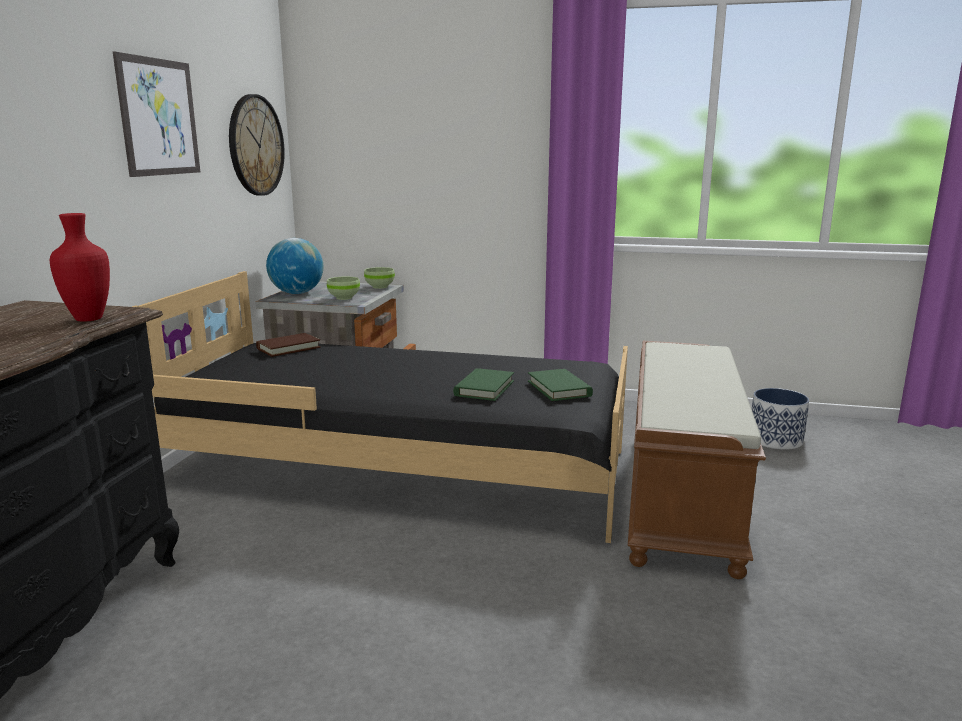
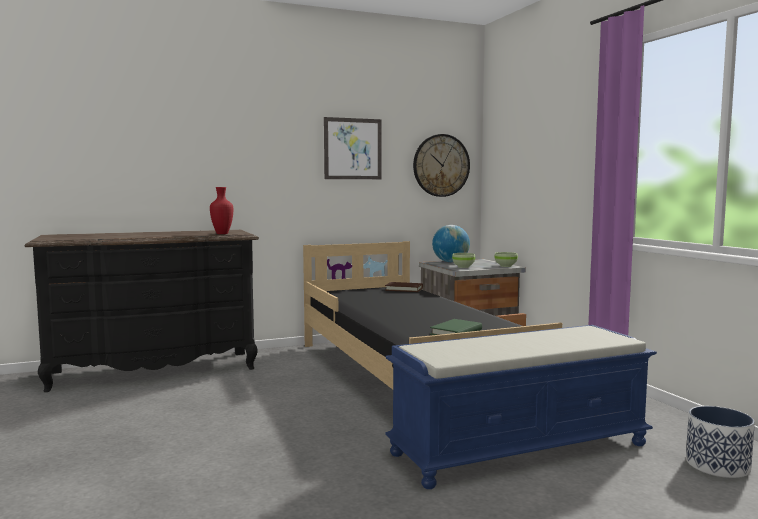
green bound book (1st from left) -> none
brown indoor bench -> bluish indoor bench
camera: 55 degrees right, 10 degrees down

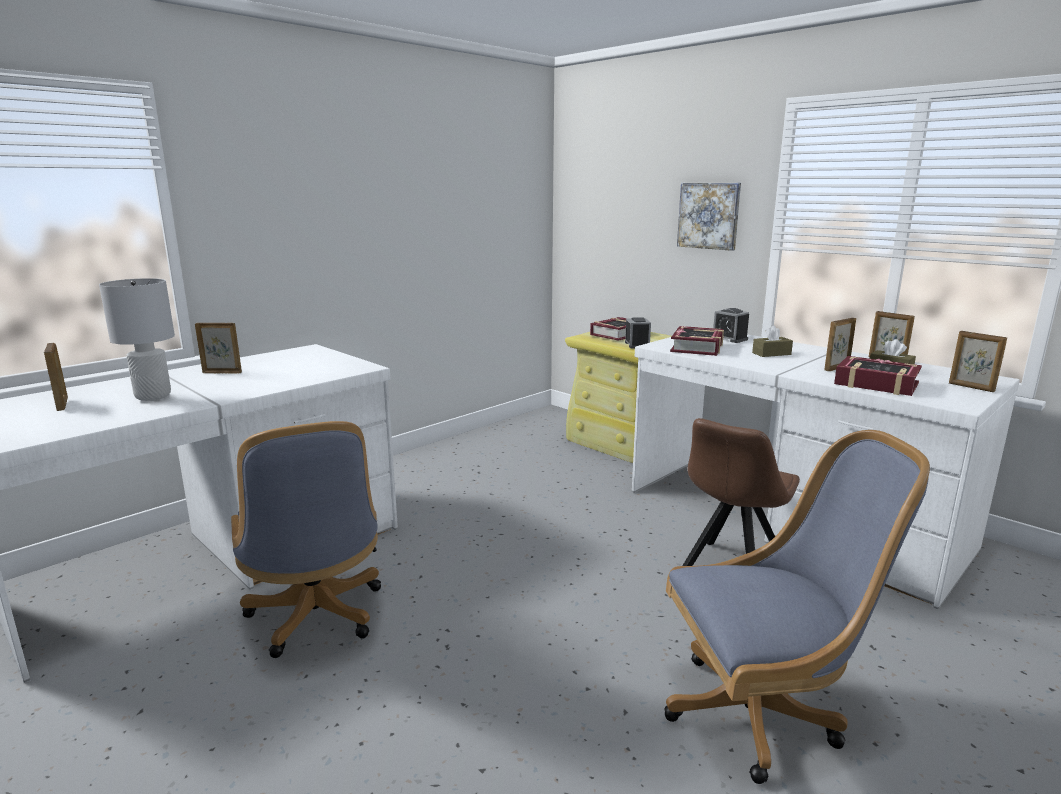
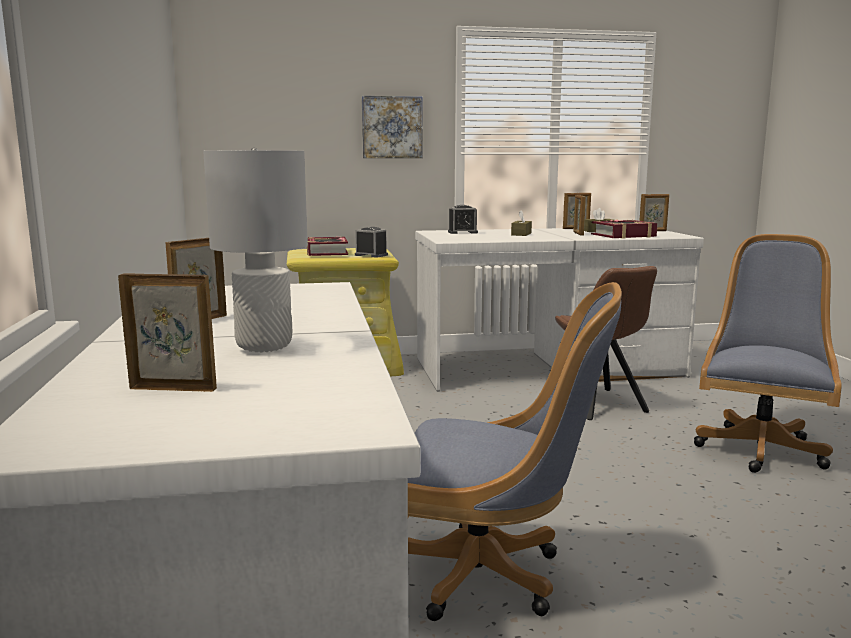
bound book (2nd from left) -> none
camera: 55 degrees left, 5 degrees down

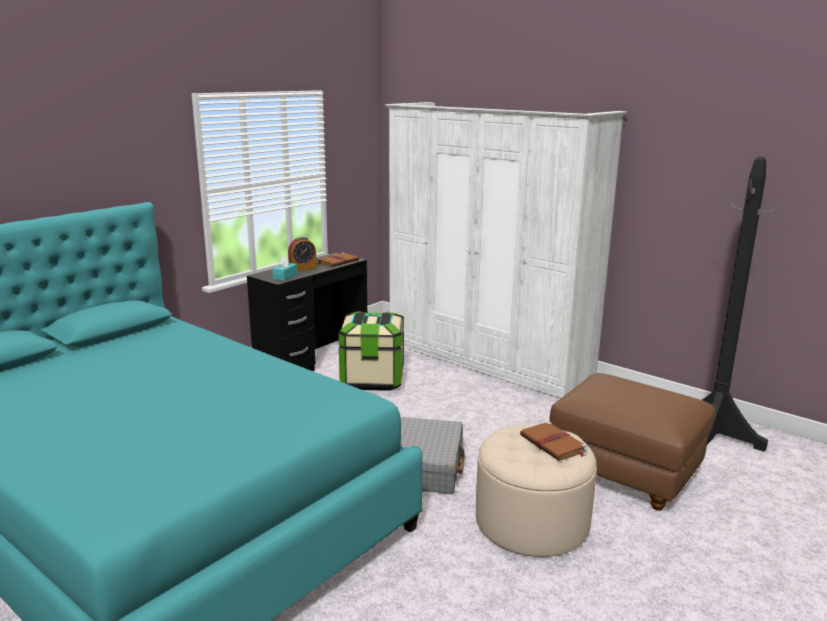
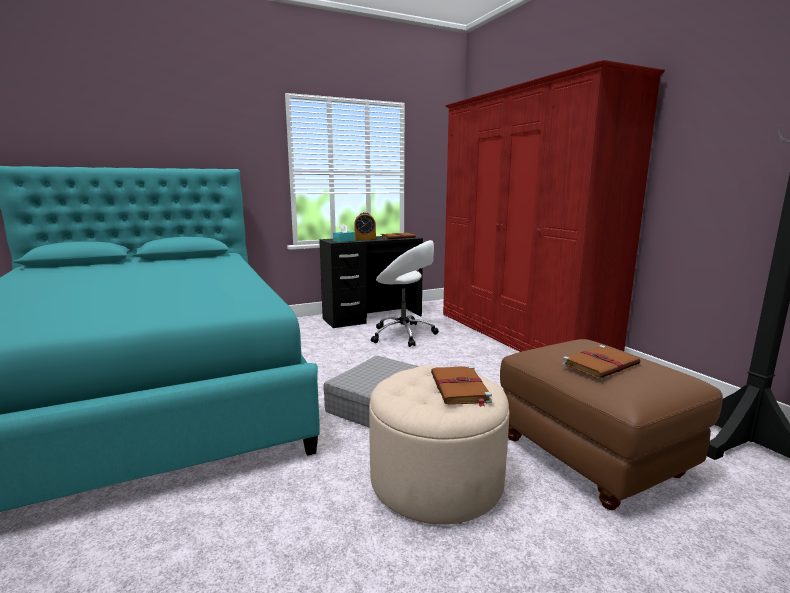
none -> brown bound book (3rd from left)
storage bin -> white office chair
white wardrobe -> reddish wardrobe
camera: 25 degrees right, 5 degrees down

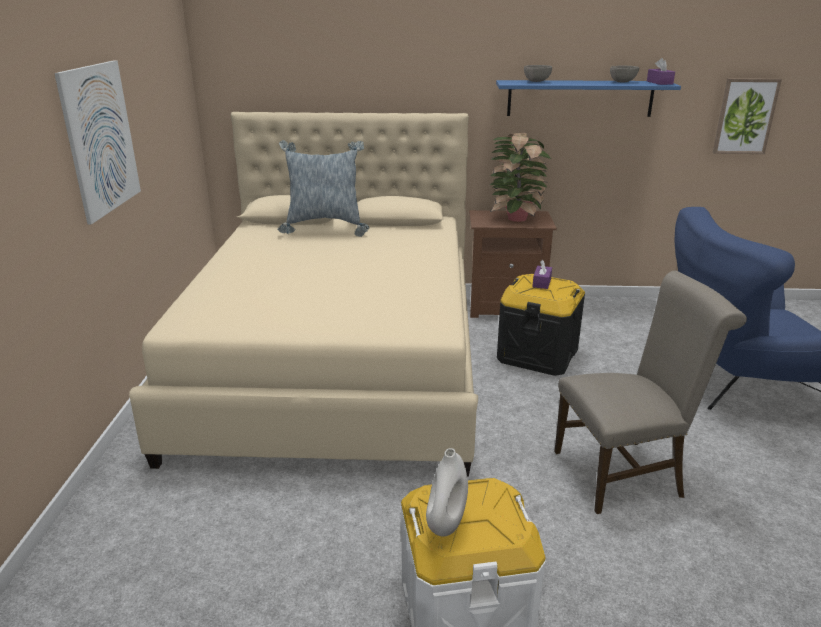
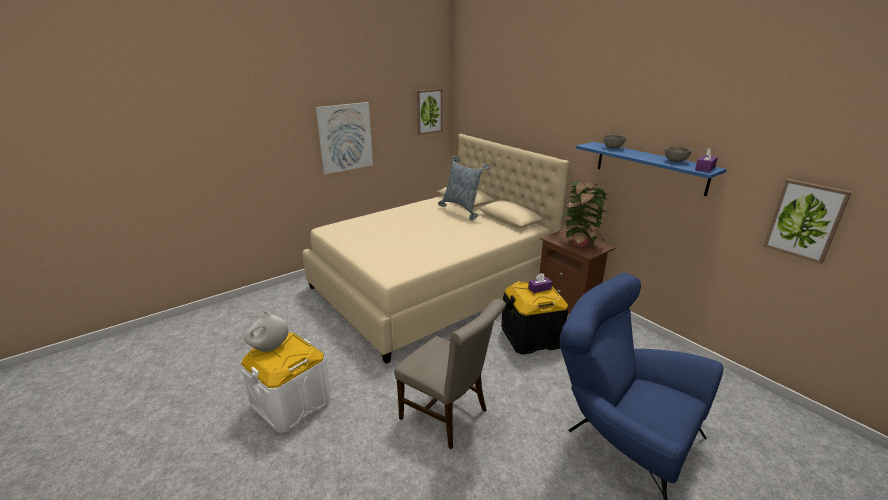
none -> picture (2nd from left)
camera: 50 degrees right, 0 degrees up

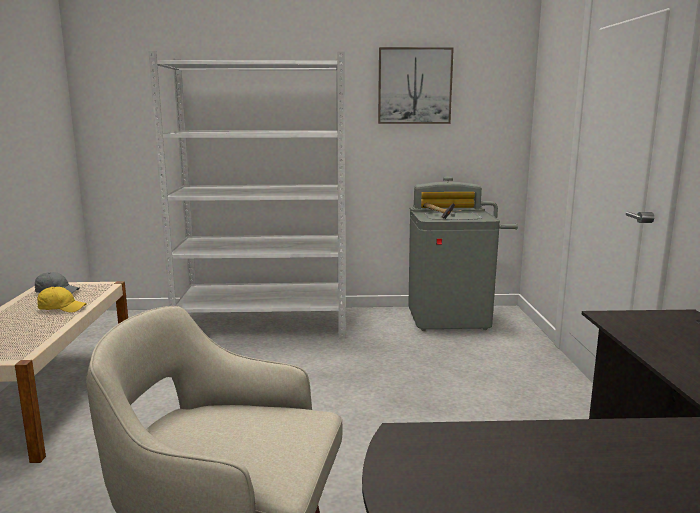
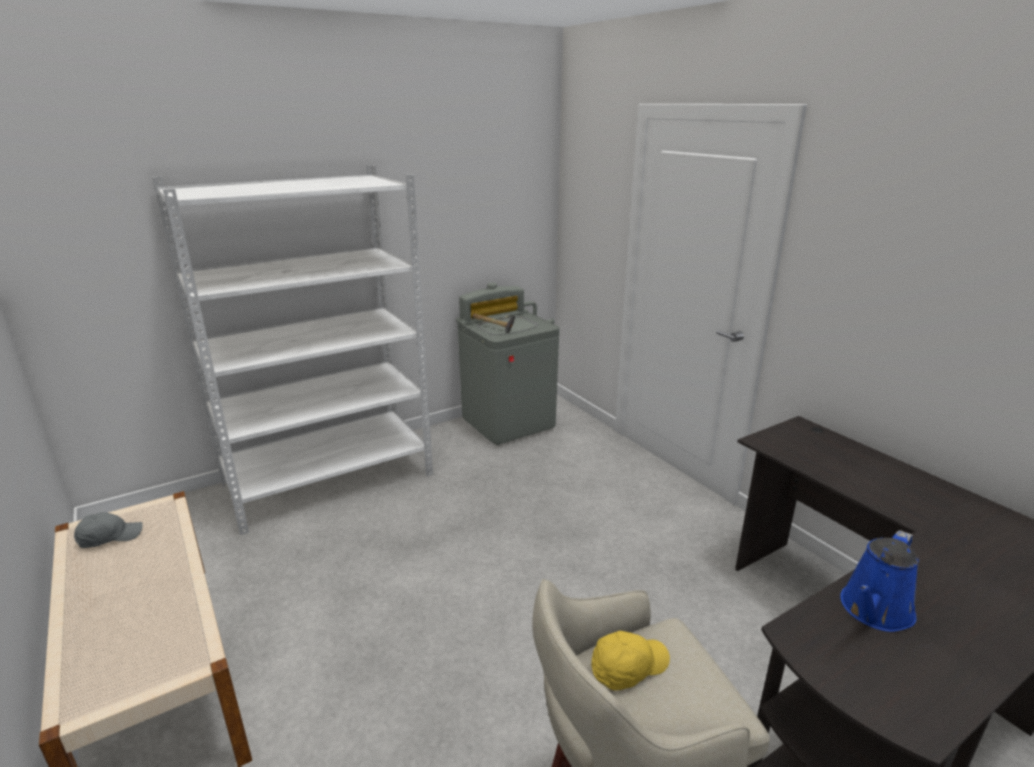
picture -> none
none -> bluish watering can
yellow baseball cap, move
camera: 30 degrees left, 10 degrees up

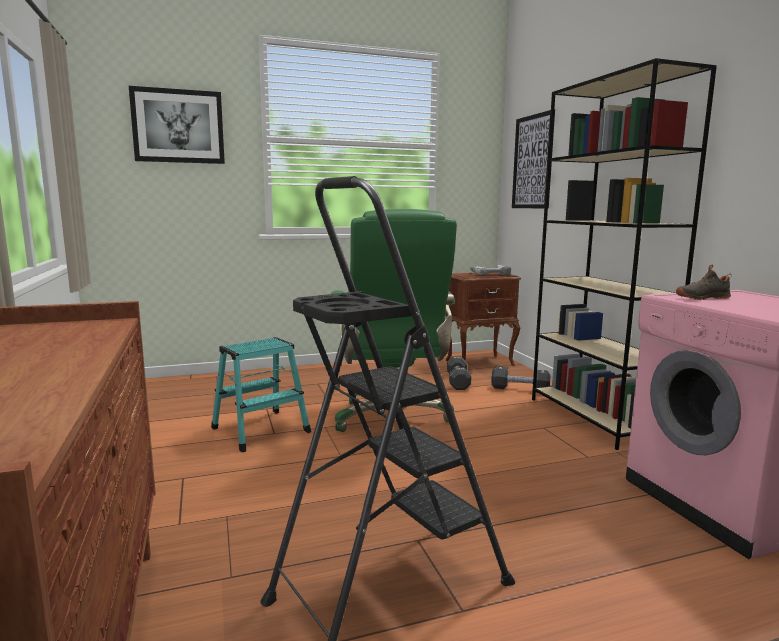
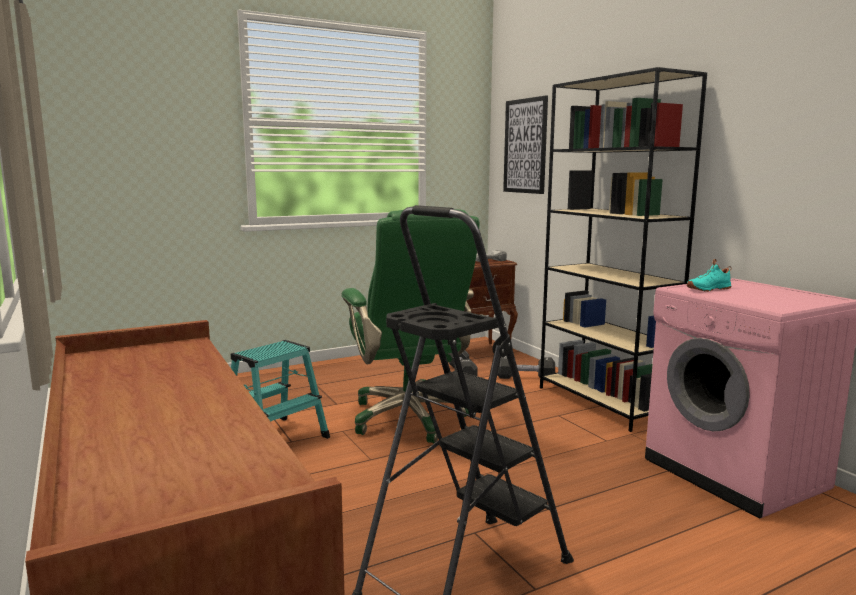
picture (1st from left) -> none
black shoe -> turquoise shoe
camera: 10 degrees left, 0 degrees up

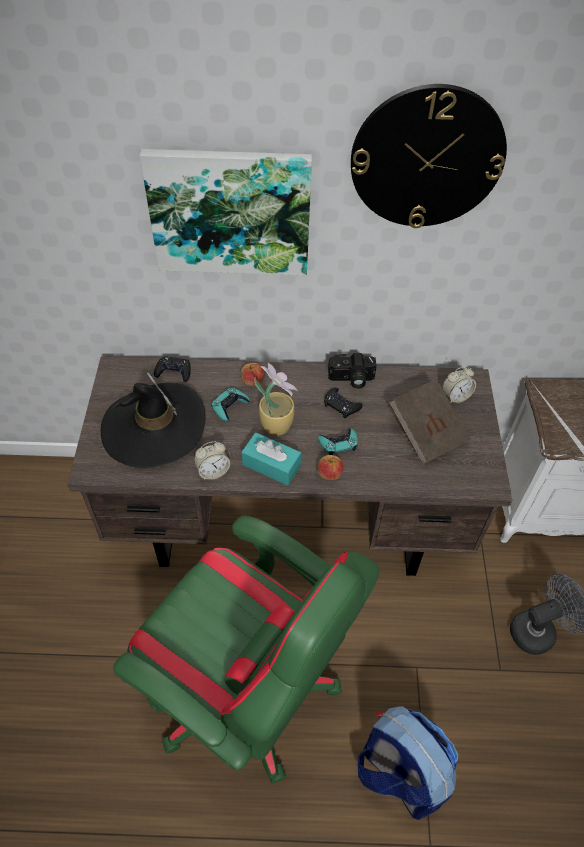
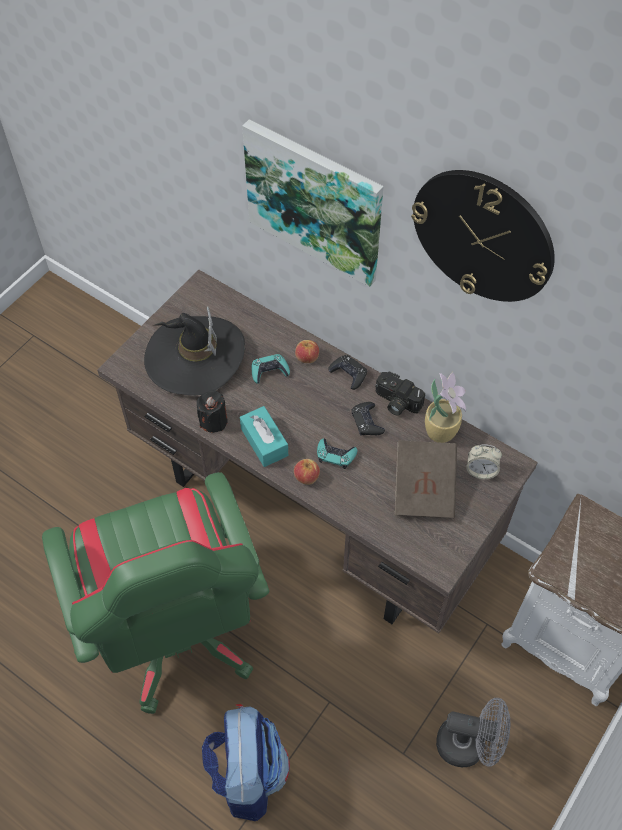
black game controller (1st from left), move
potted plant, move
alarm clock (1st from left) -> black wax candle
camera: 35 degrees right, 5 degrees up

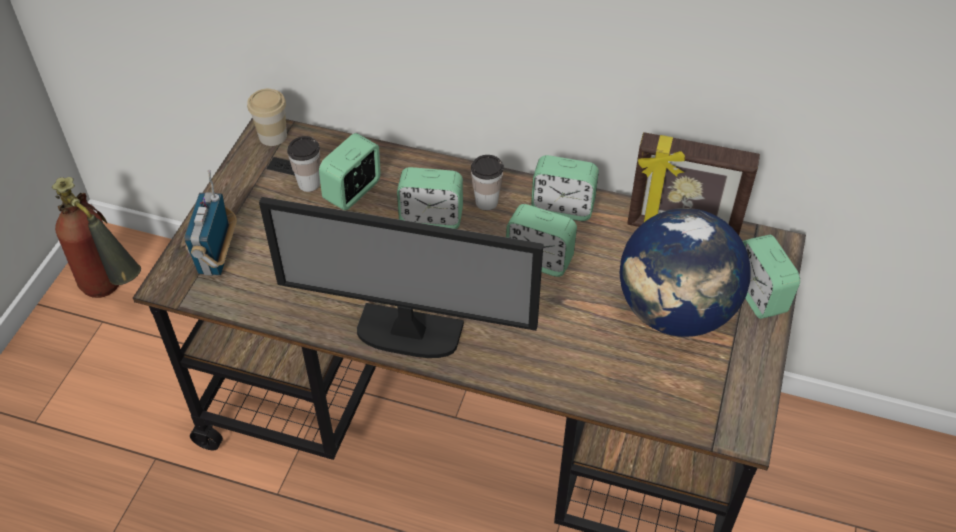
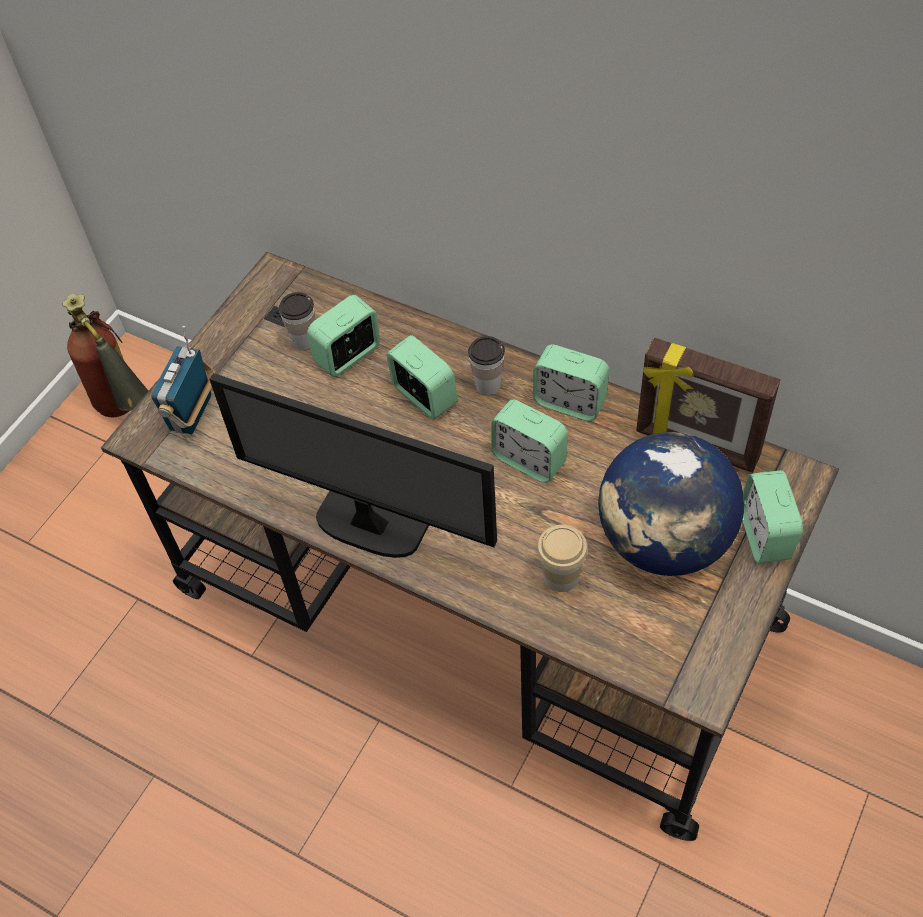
drinking cup (1st from left in the first image) -> drinking cup (3rd from left), move
alarm clock (2nd from left), 150 degrees counterclockwise
camera: 15 degrees right, 5 degrees up

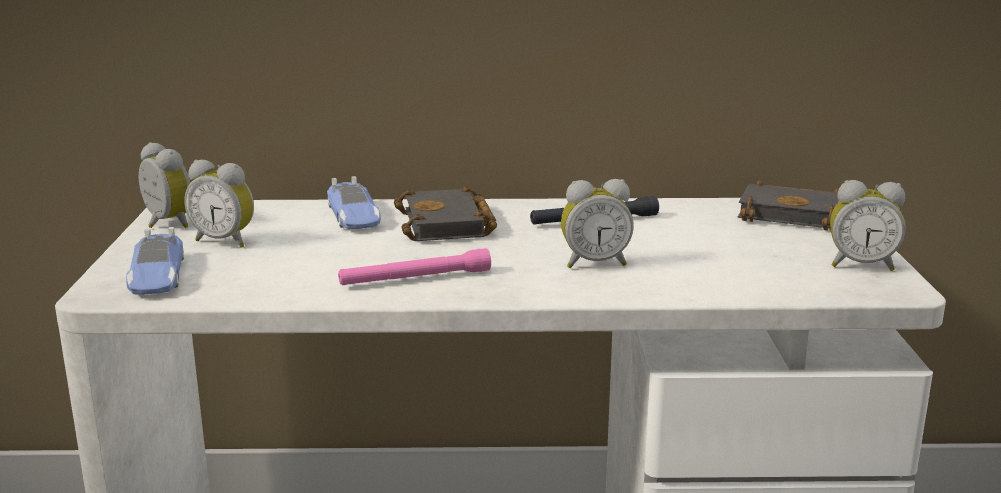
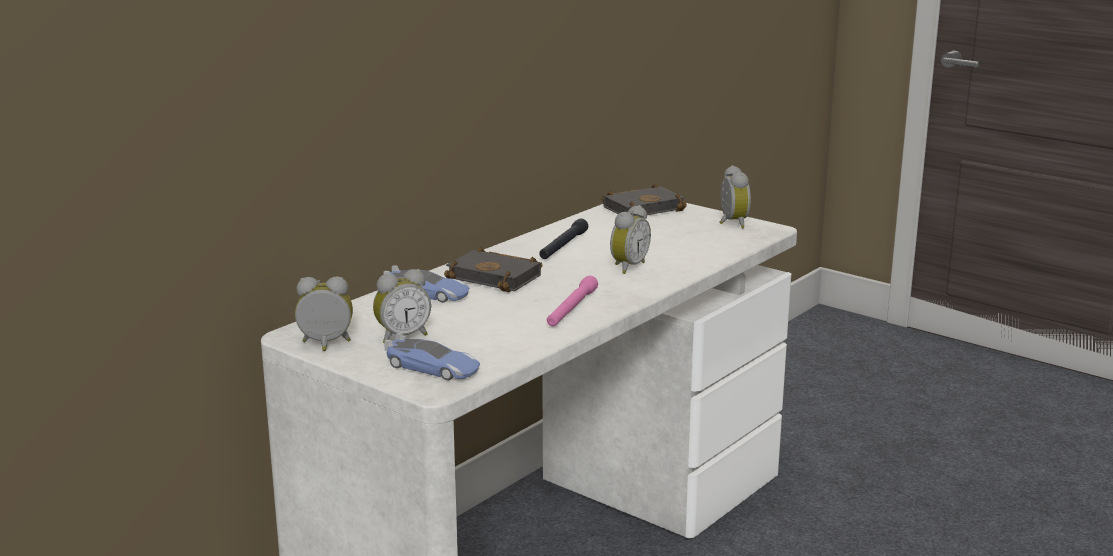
alarm clock (4th from left), 60 degrees counterclockwise
camera: 50 degrees left, 0 degrees up

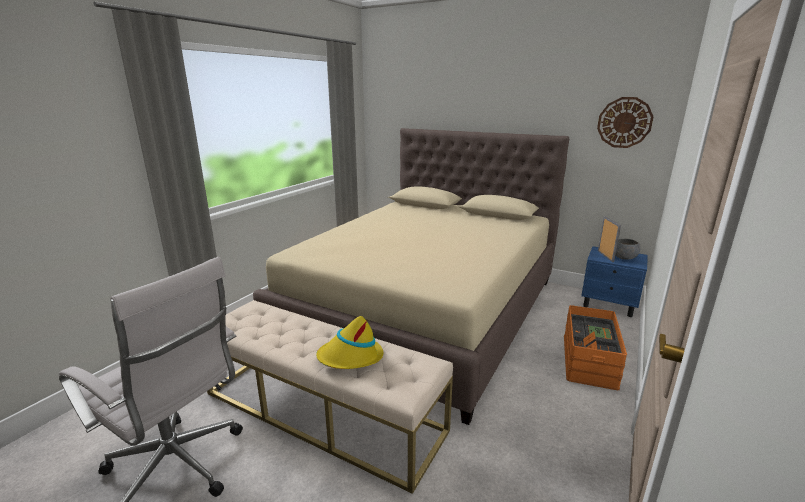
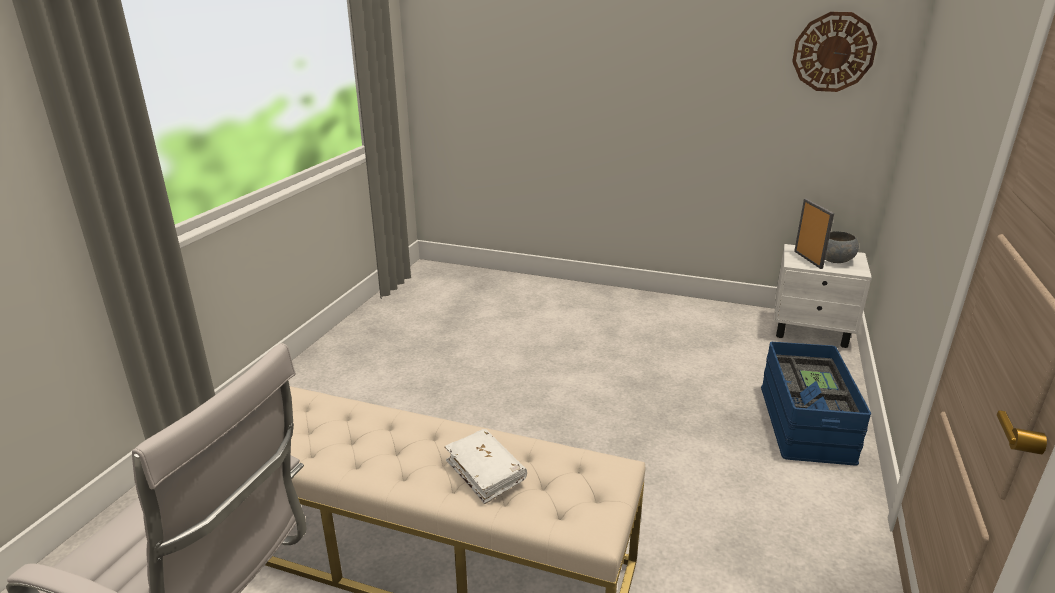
beige bedroom bed -> none
yellow clothing hat -> white bound book
orangey storage bin -> bluish storage bin
bluish bedside table -> white bedside table
camera: 10 degrees left, 5 degrees up

